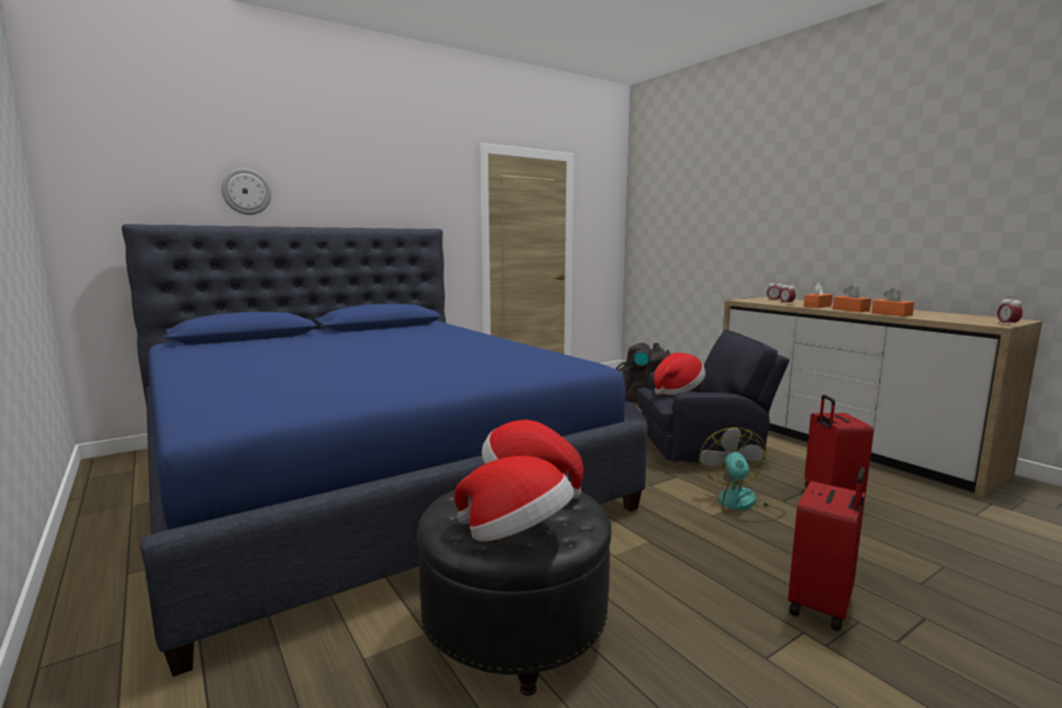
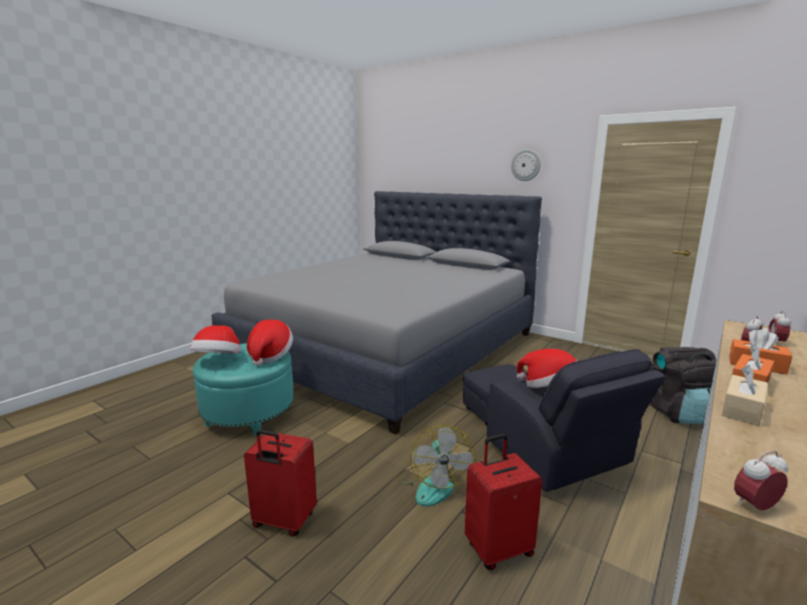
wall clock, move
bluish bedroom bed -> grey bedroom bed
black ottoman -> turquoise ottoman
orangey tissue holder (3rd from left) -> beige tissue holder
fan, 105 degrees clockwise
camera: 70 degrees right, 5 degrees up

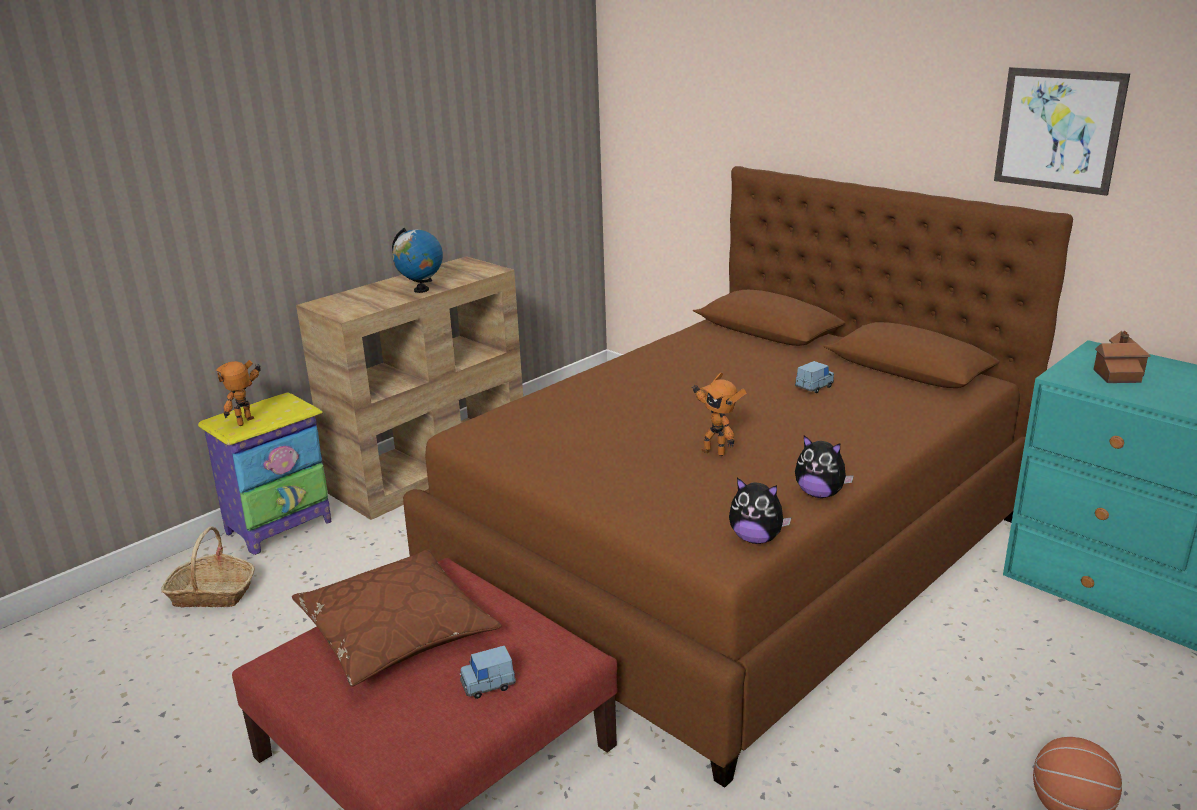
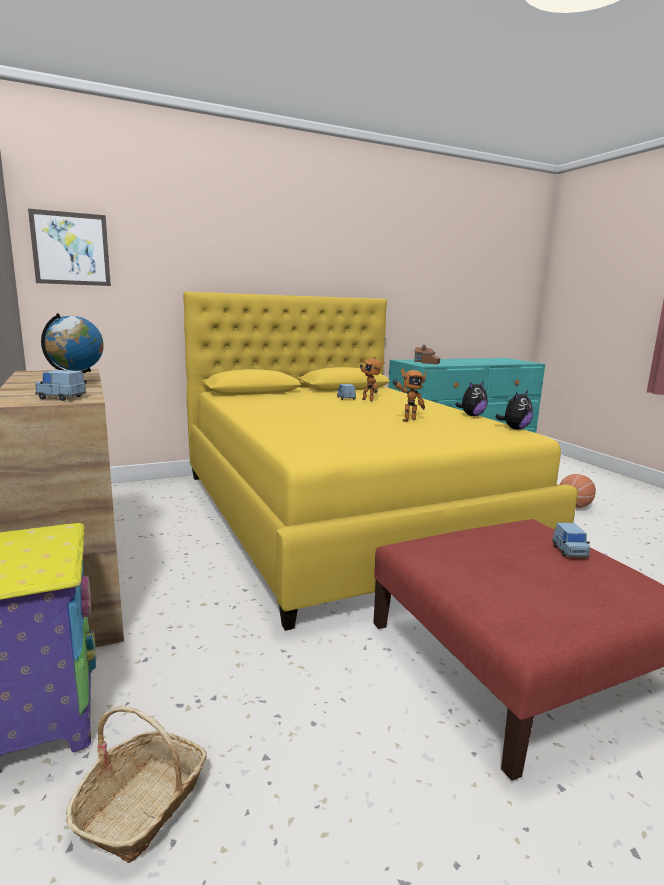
brown throw pillow -> none
none -> bluish miniature car (1st from left)
toy robot (1st from left), move
picture, move
brown bedroom bed -> yellow bedroom bed
camera: 70 degrees left, 10 degrees down

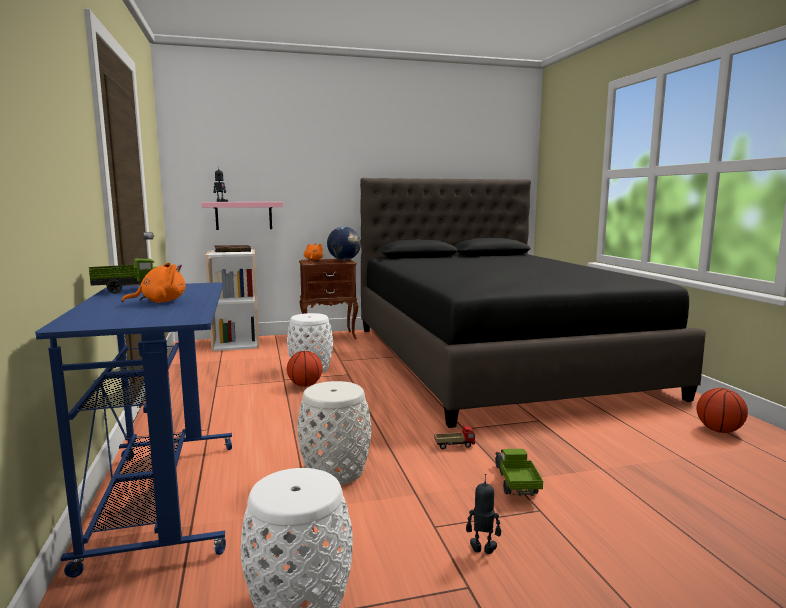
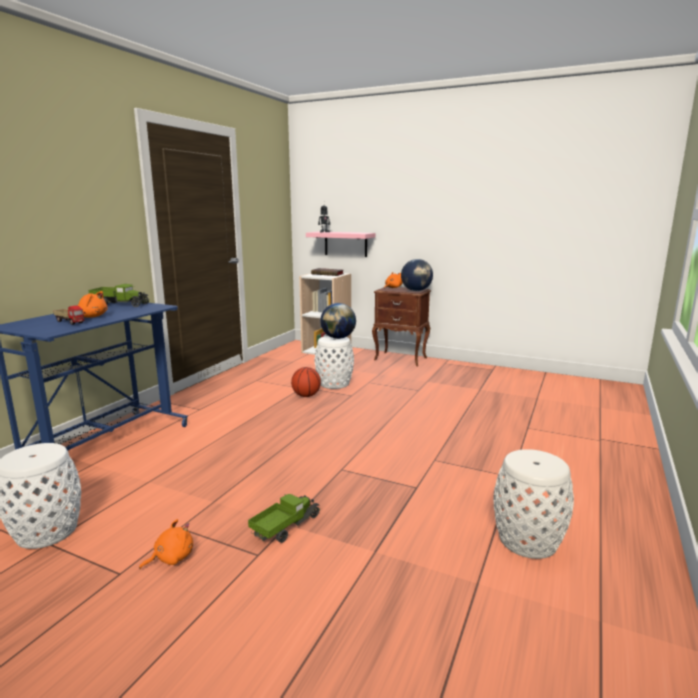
black bedroom bed -> none
ball for basketball (2nd from left) -> none
none -> globe (1st from left)
white stool seat (3rd from left), move
toy lorry (2nd from left in the first image) -> toy lorry (1st from left), move
toy robot (2nd from left) -> orangey cuddly toy (2nd from left)
camera: 40 degrees right, 5 degrees up

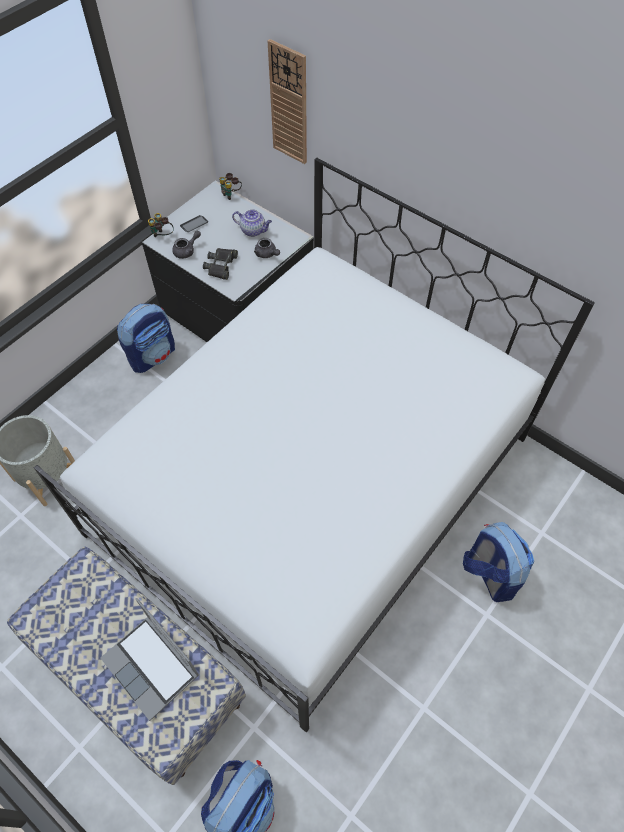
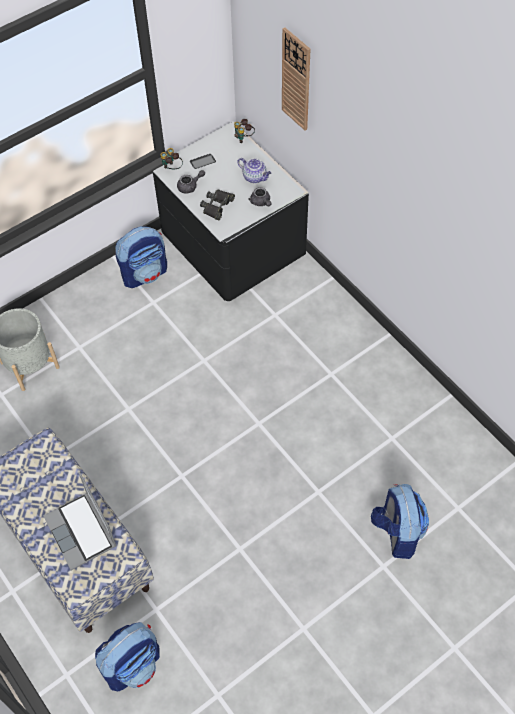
white bedroom bed -> none
camera: 15 degrees right, 0 degrees up

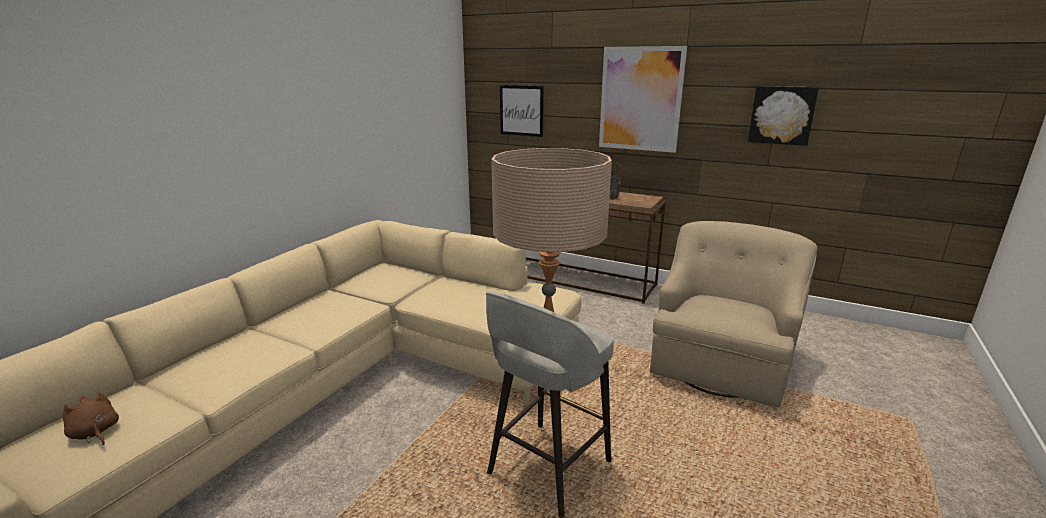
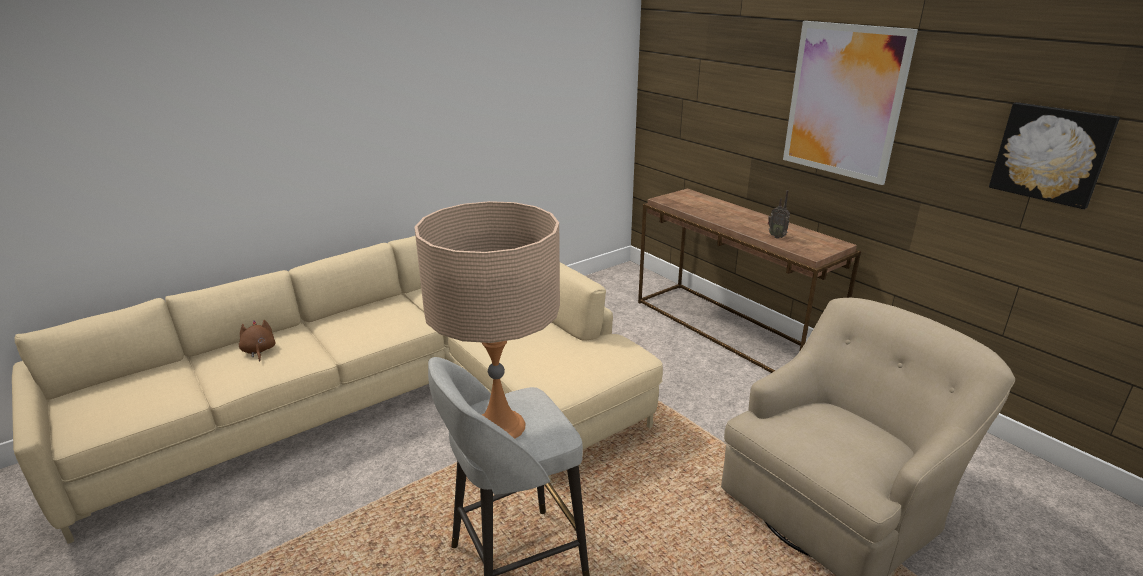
picture (1st from left) -> none
brown cuddly toy, move
camera: 25 degrees right, 5 degrees up

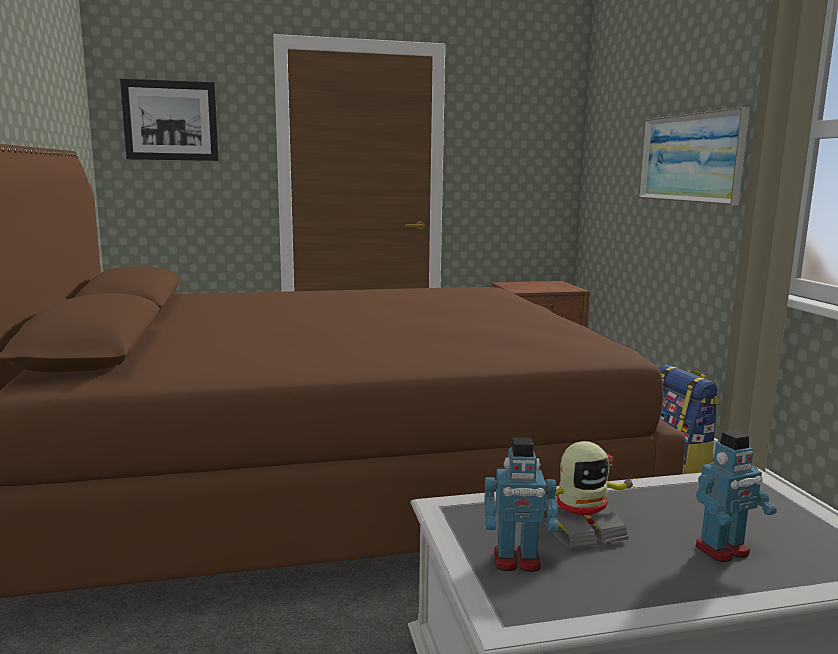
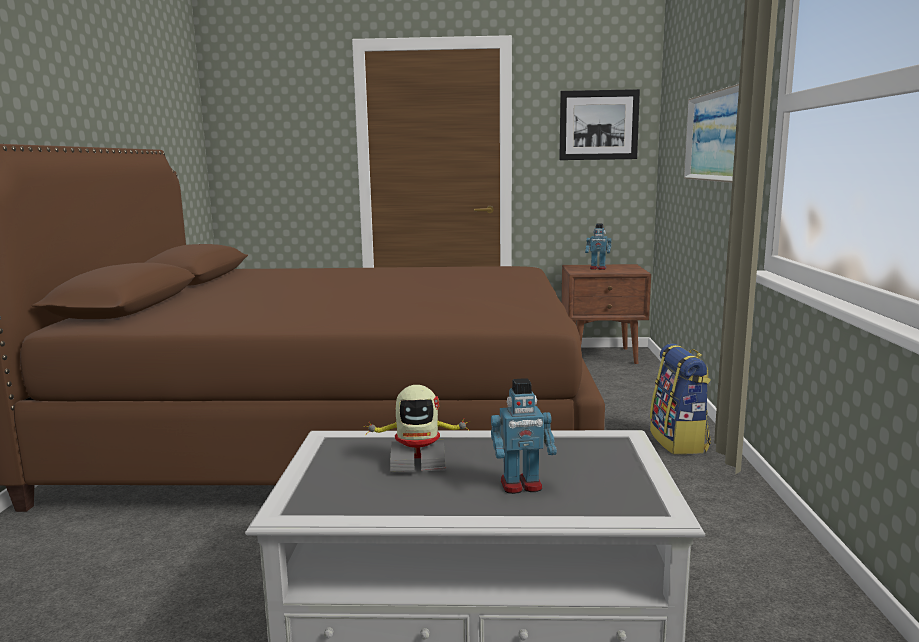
picture (1st from left), move
toy robot (1st from left in the first image) -> toy robot (3rd from left), move
camera: 15 degrees right, 0 degrees up

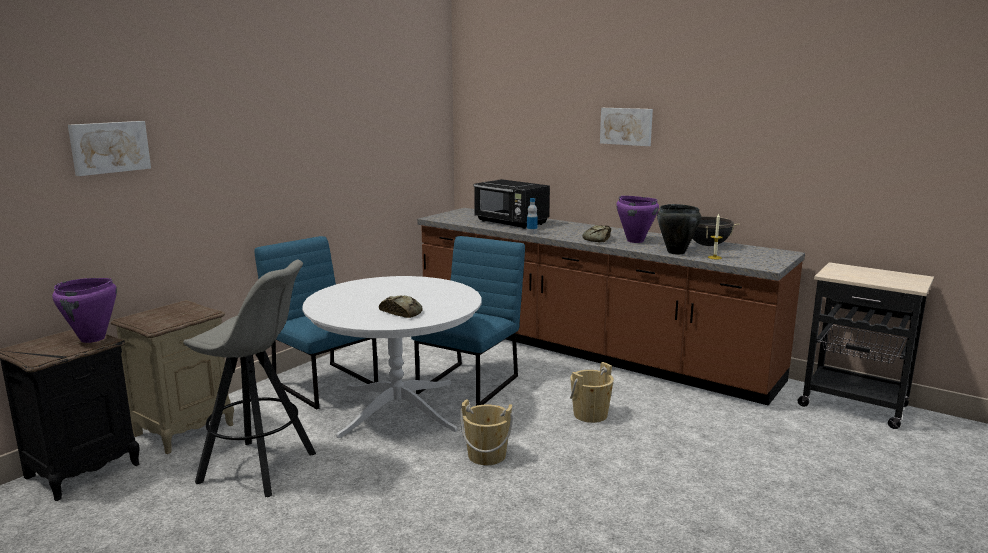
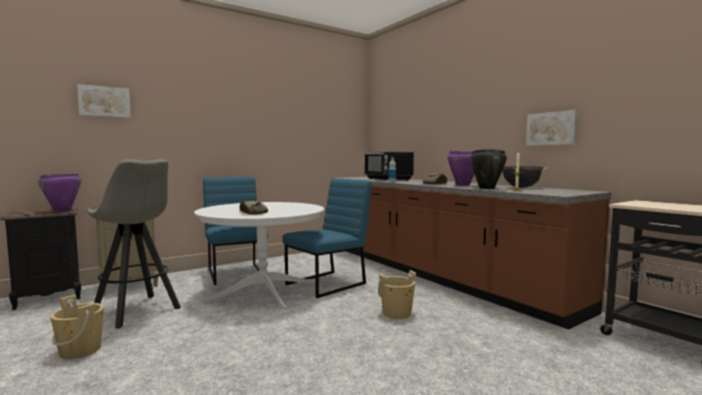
beige bucket (1st from left), move
picture (2nd from left), move
camera: 20 degrees right, 10 degrees down

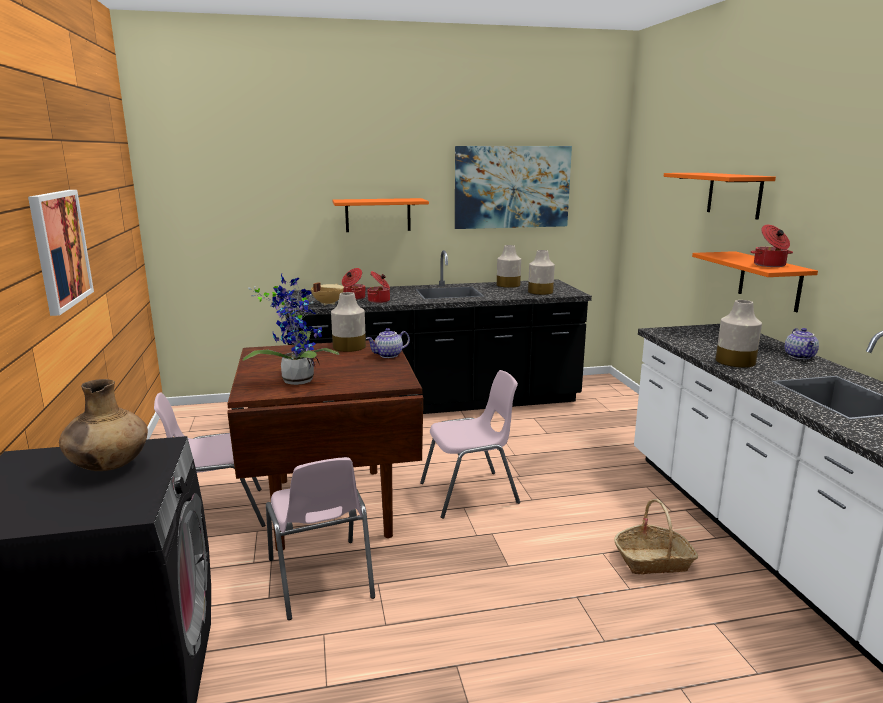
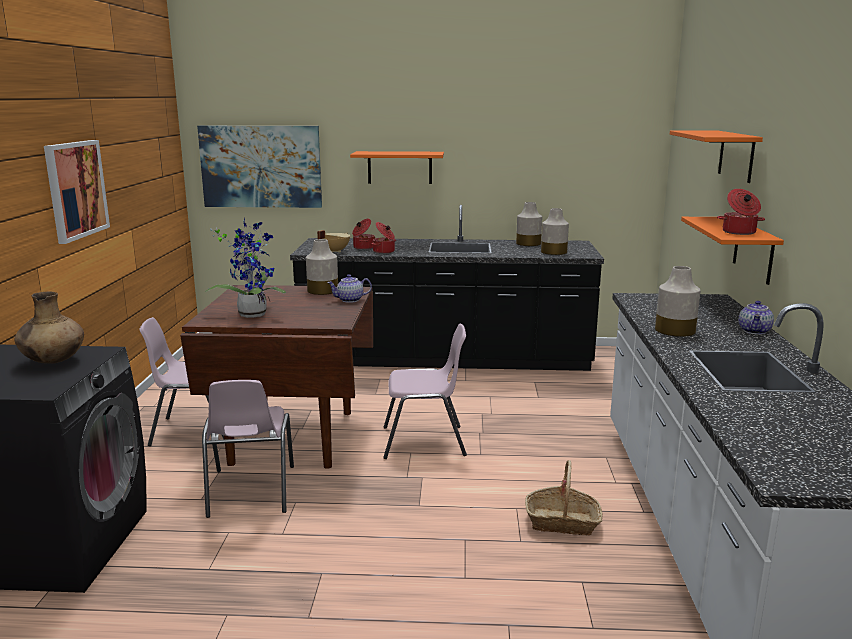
picture (2nd from left), move
camera: 15 degrees right, 0 degrees up

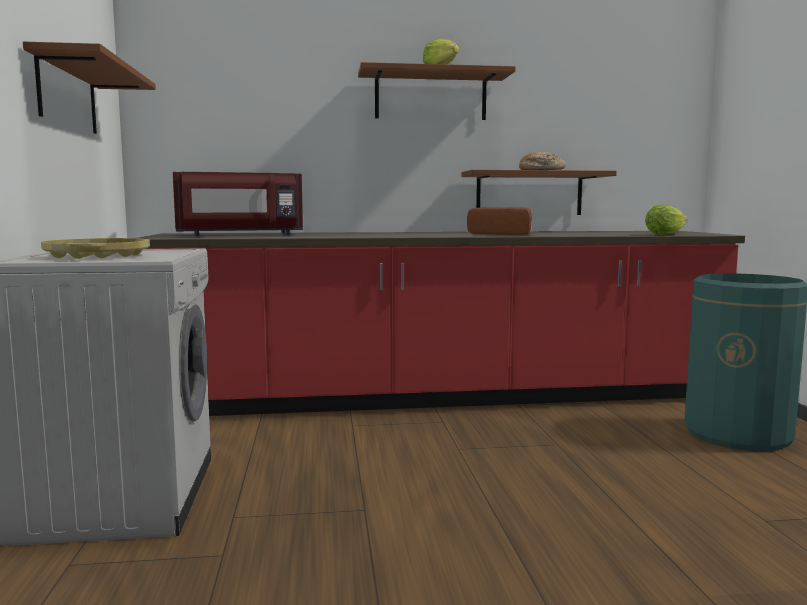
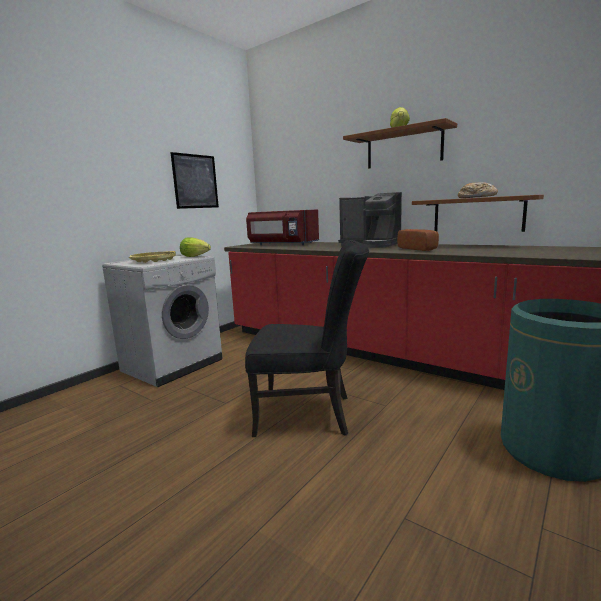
none -> black plain chair
none -> coffee brewer
head of lettuce (2nd from left in the first image) -> head of lettuce (1st from left), move
brown bracket shelf (1st from left) -> picture
camera: 45 degrees right, 5 degrees up

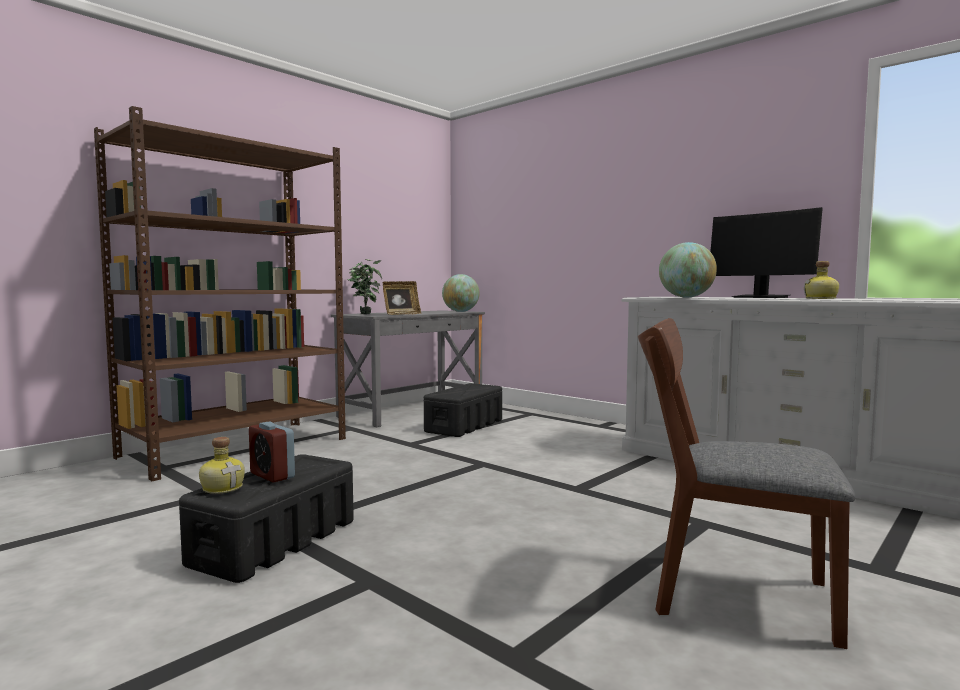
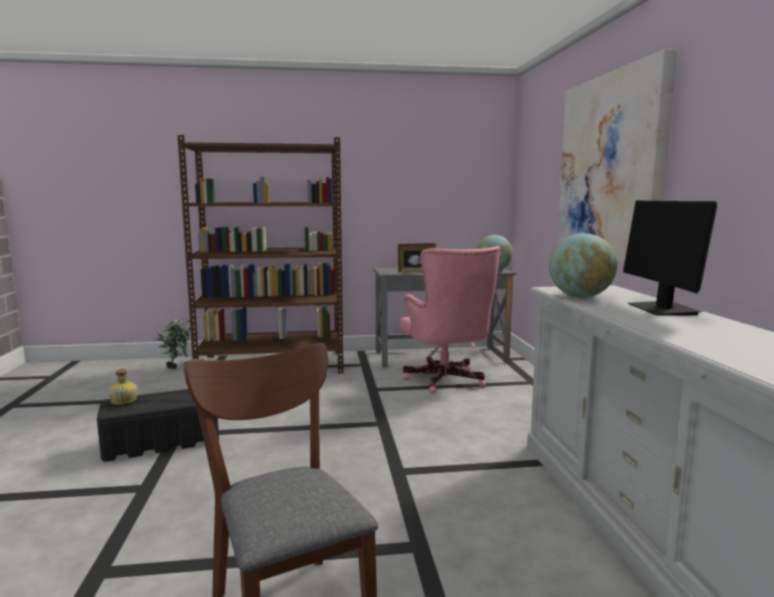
alarm clock -> none
drink bottle (2nd from left) -> none
none -> picture
potted plant, move
black storage bin (2nd from left) -> pinkish office chair
camera: 40 degrees right, 5 degrees up

